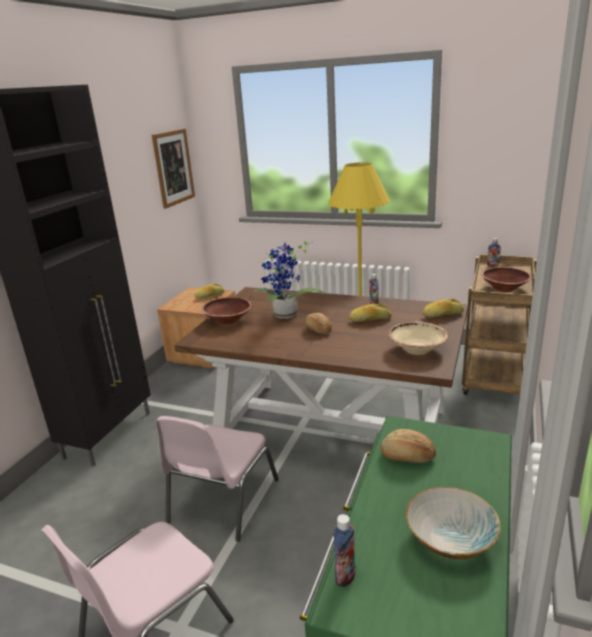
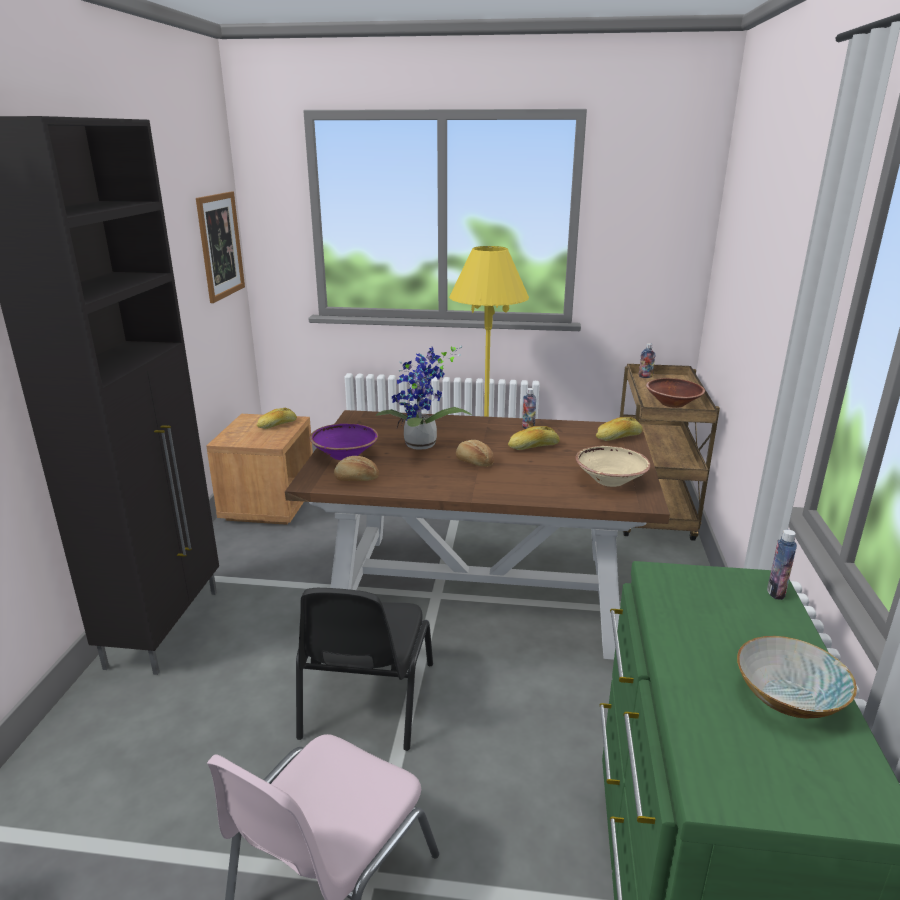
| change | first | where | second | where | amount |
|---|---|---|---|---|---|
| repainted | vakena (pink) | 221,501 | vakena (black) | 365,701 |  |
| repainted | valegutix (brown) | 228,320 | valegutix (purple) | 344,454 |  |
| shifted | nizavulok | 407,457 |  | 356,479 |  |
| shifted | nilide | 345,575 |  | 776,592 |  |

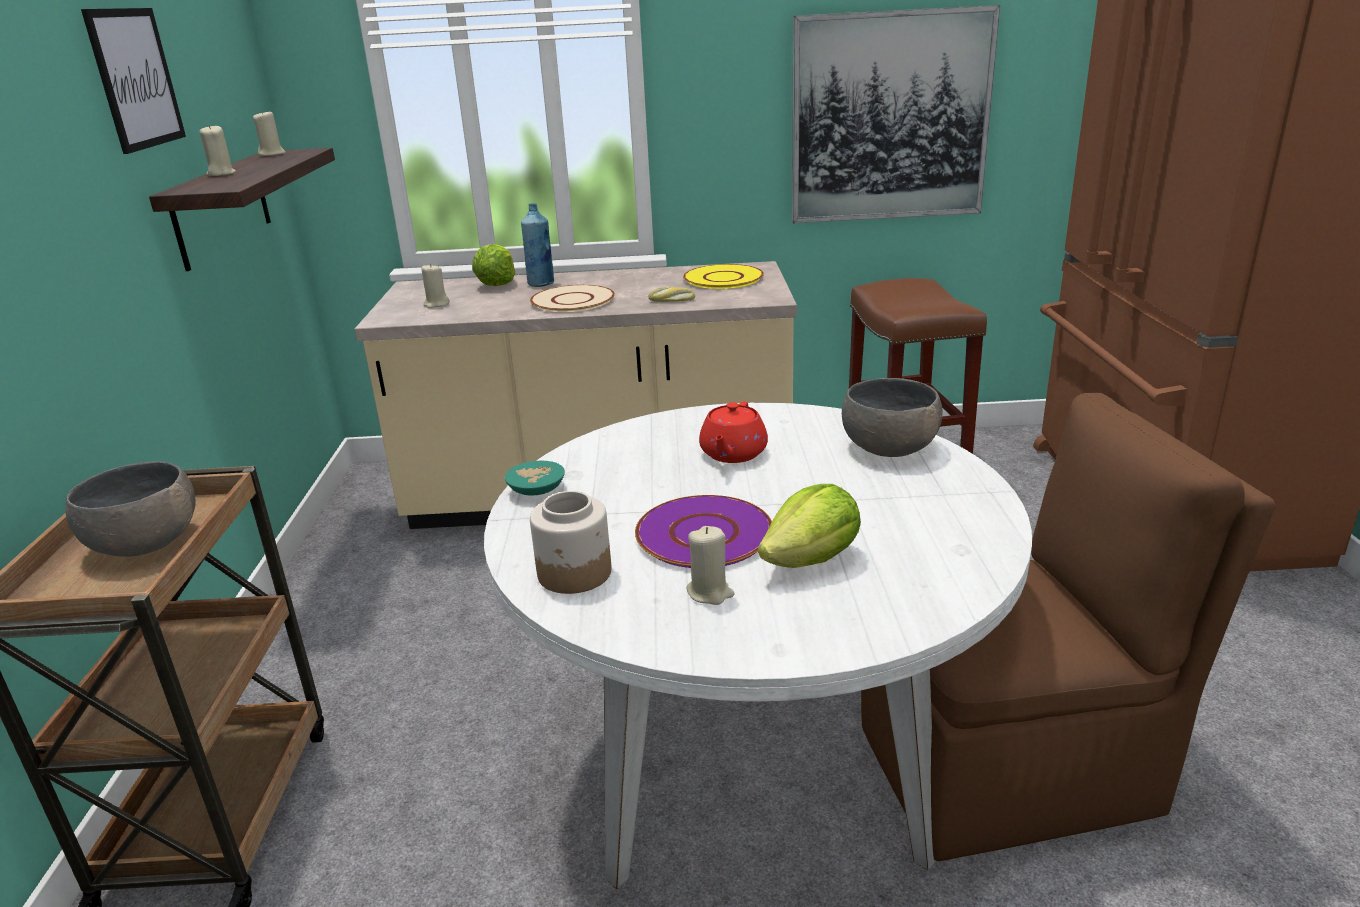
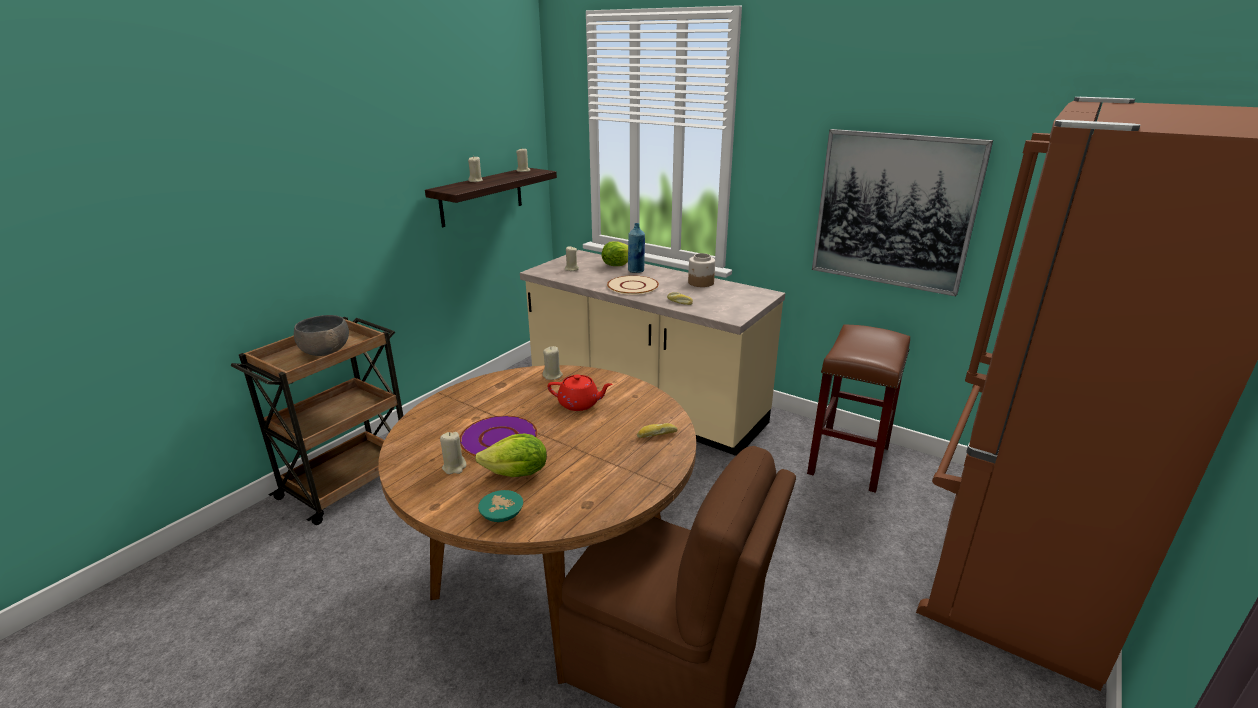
| change | first | where | second | where | amount |
|---|---|---|---|---|---|
| repainted | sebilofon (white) | 755,757 | sebilofon (brown) | 552,579 |  |
| shifted | valegutix (turquoise) | 534,490 |  | 501,513 |  |
| new |  |  | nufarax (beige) | 552,375 |  |
| rotated | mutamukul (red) | 733,454 |  | 579,404 | 135 degrees counterclockwise |
| swapped | valegutix (grey) | 889,448 | nizavulok | 656,434 |  |
| shifted | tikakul | 575,573 |  | 701,283 |  |
| gone | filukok | 135,78 |  |  |  |
| gone | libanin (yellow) | 722,278 |  |  |  |

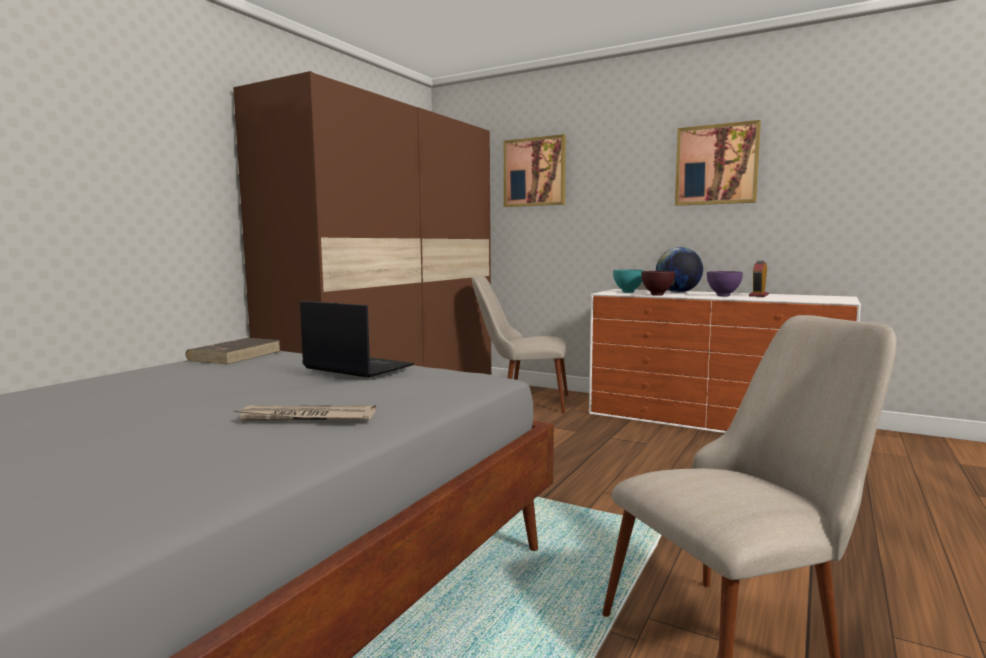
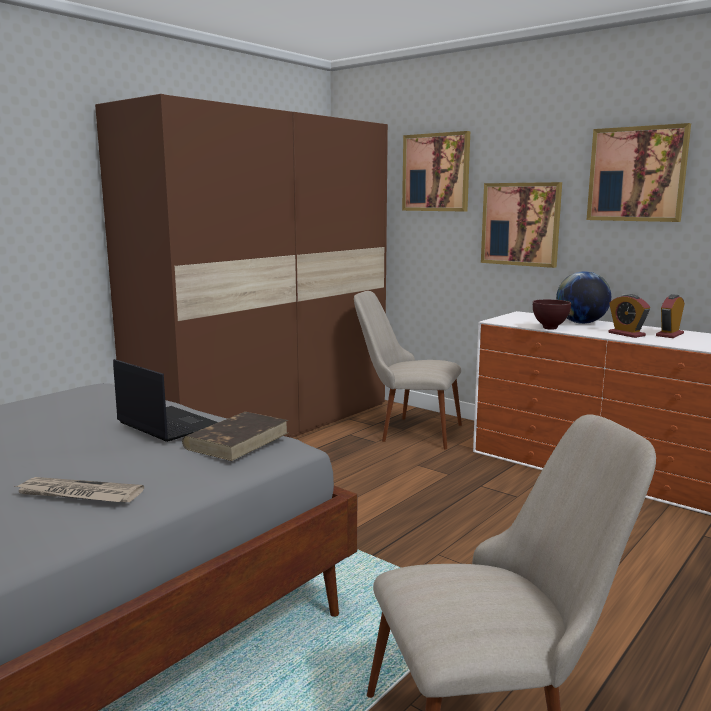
| change | first | where | second | where | amount |
|---|---|---|---|---|---|
| shifted | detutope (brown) | 236,355 |  | 237,440 |  |
| new |  |  | filukok | 520,224 |  |
| swapped | valegutix (purple) | 724,296 | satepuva | 626,334 |  |
| gone | valegutix (turquoise) | 628,292 |  |  |  |

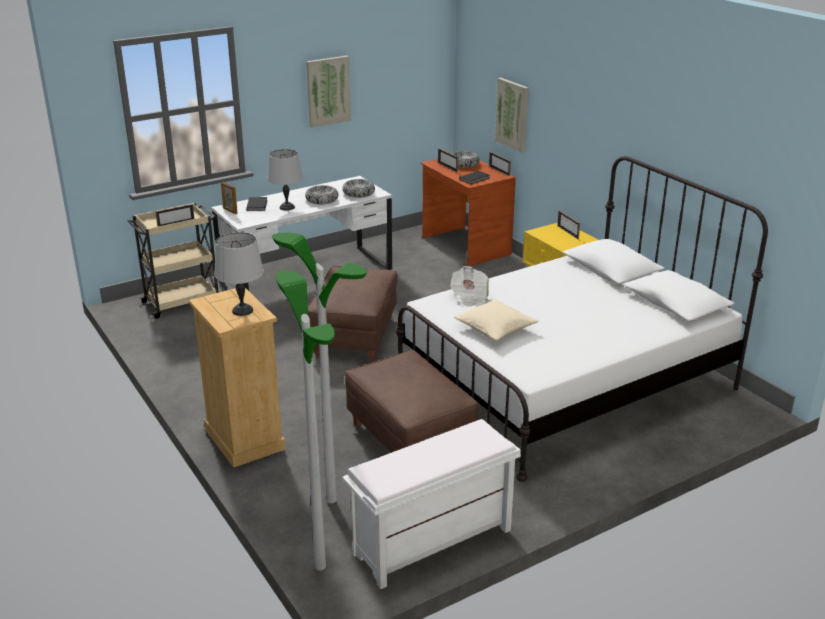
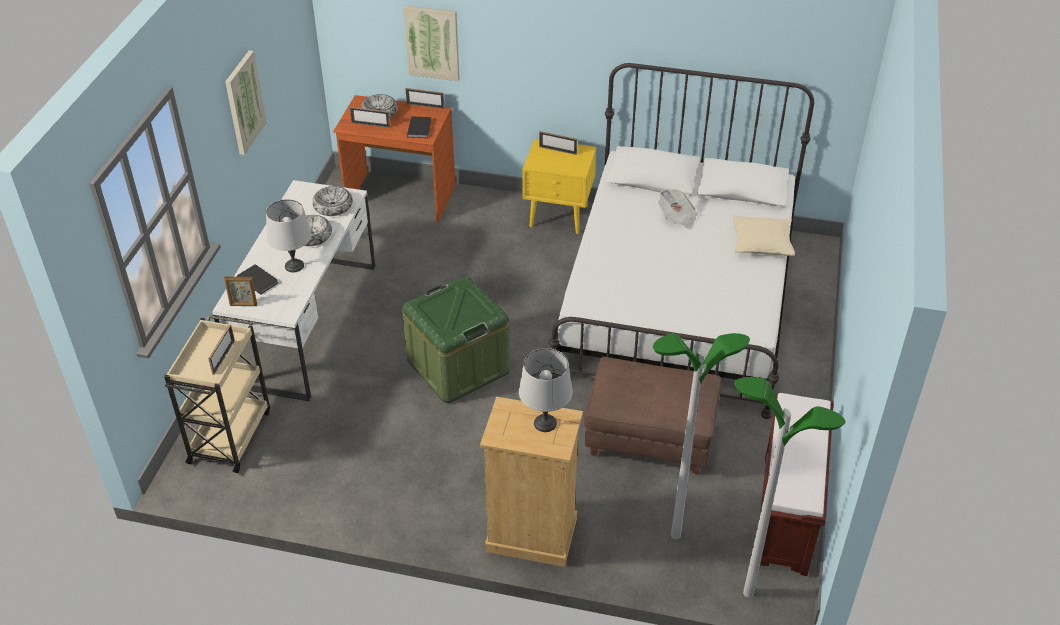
| change | first | where | second | where | amount |
|---|---|---|---|---|---|
| swapped | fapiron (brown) | 354,336 | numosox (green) | 458,366 |  |
| shifted | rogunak | 469,297 |  | 677,218 |  |
| shifted | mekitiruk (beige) | 495,329 |  | 762,243 |  |
| repainted | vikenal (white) | 431,543 | vikenal (brown) | 786,514 |  |

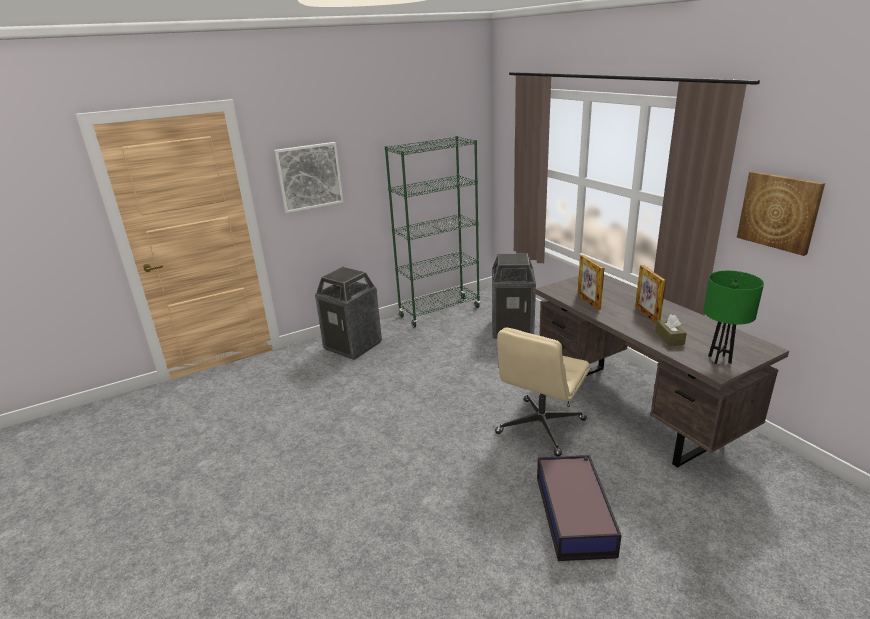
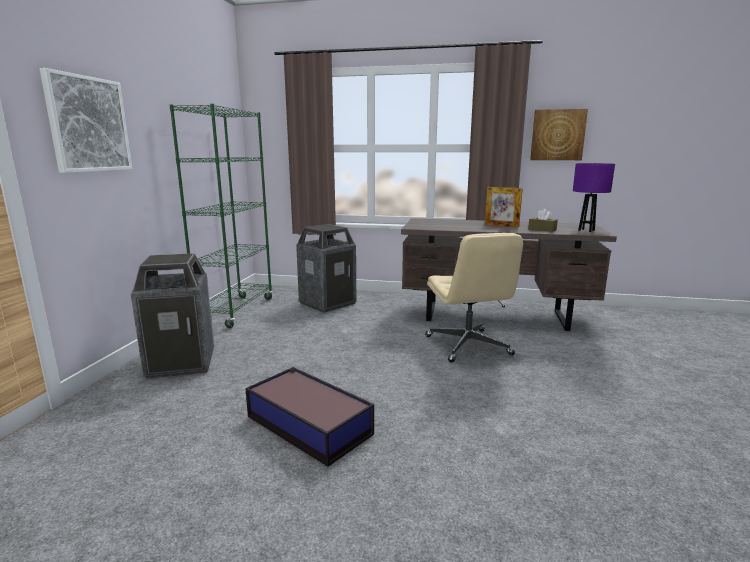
| change | first | where | second | where | amount |
|---|---|---|---|---|---|
| shifted | numosox | 574,513 |  | 308,424 |  |
| repainted | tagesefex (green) | 719,359 | tagesefex (purple) | 586,230 |  |
| gone | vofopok | 588,301 |  |  |  |

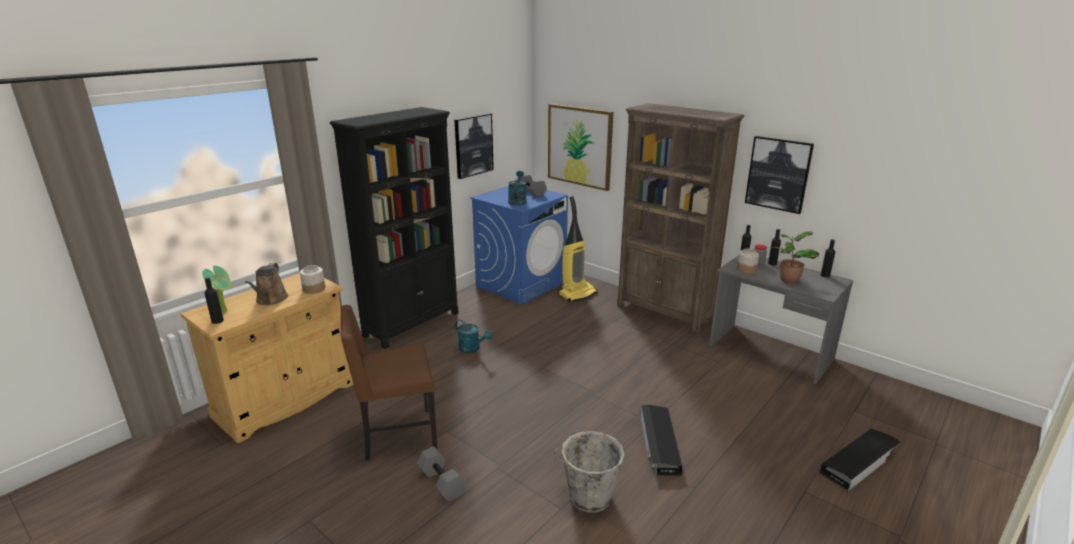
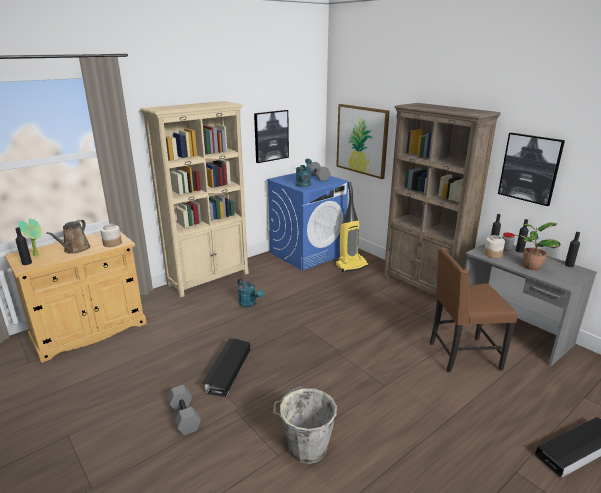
| change | first | where | second | where | amount |
|---|---|---|---|---|---|
| repainted | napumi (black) | 412,324 | napumi (beige) | 209,279 |  |
| shifted | numosox (black) | 659,444 |  | 227,370 |  |
| shifted | vakena (brown) | 397,435 |  | 462,355 |  |

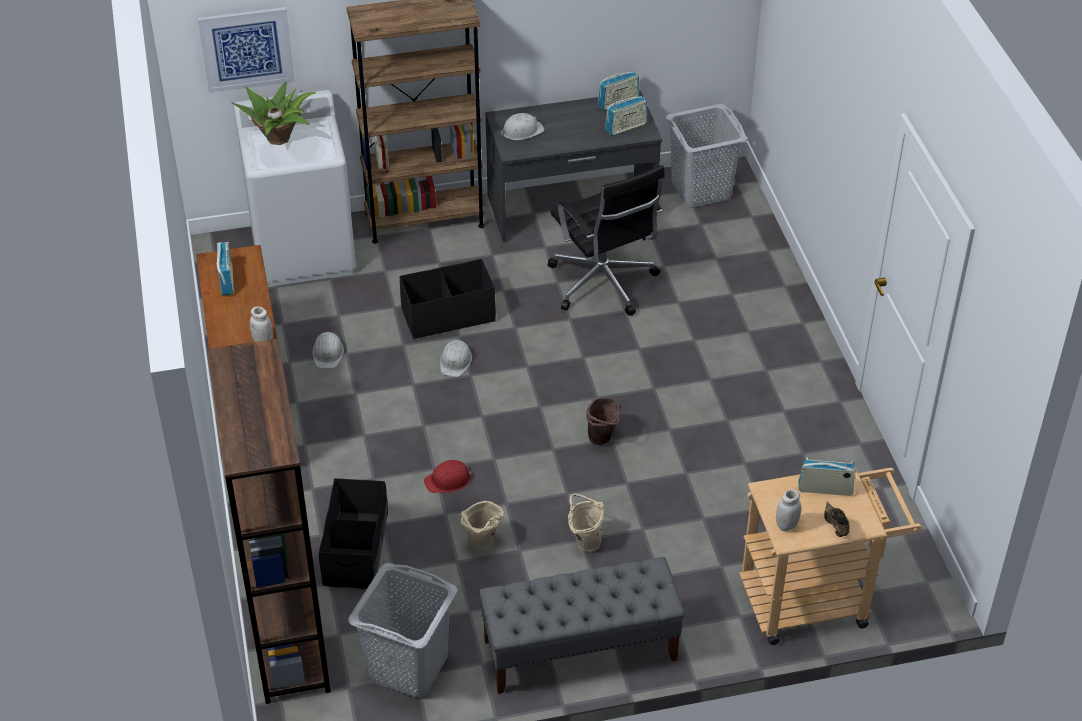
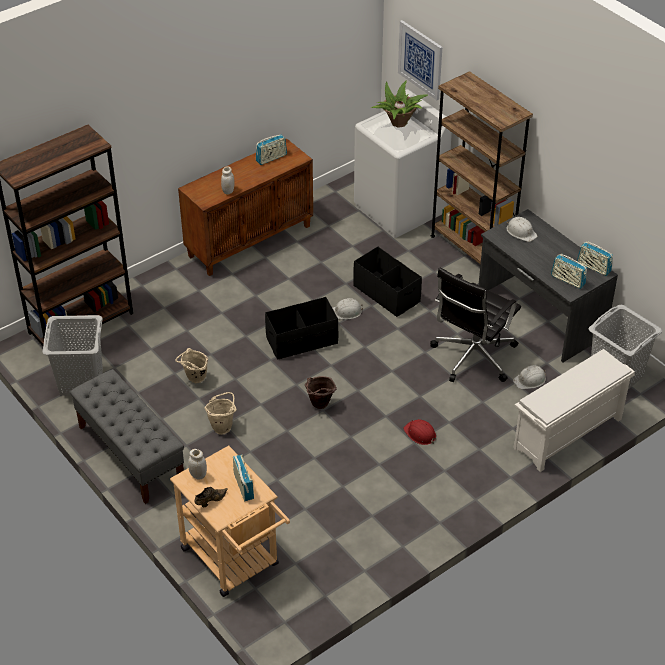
| change | first | where | second | where | amount |
|---|---|---|---|---|---|
| shifted | numosox (black) | 356,550 |  | 302,340 |  |
| shifted | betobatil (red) | 448,480 |  | 420,434 |  |
| new |  |  | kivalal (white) | 567,435 |  |
| shifted | betobatil (white) | 328,353 |  | 530,380 |  |

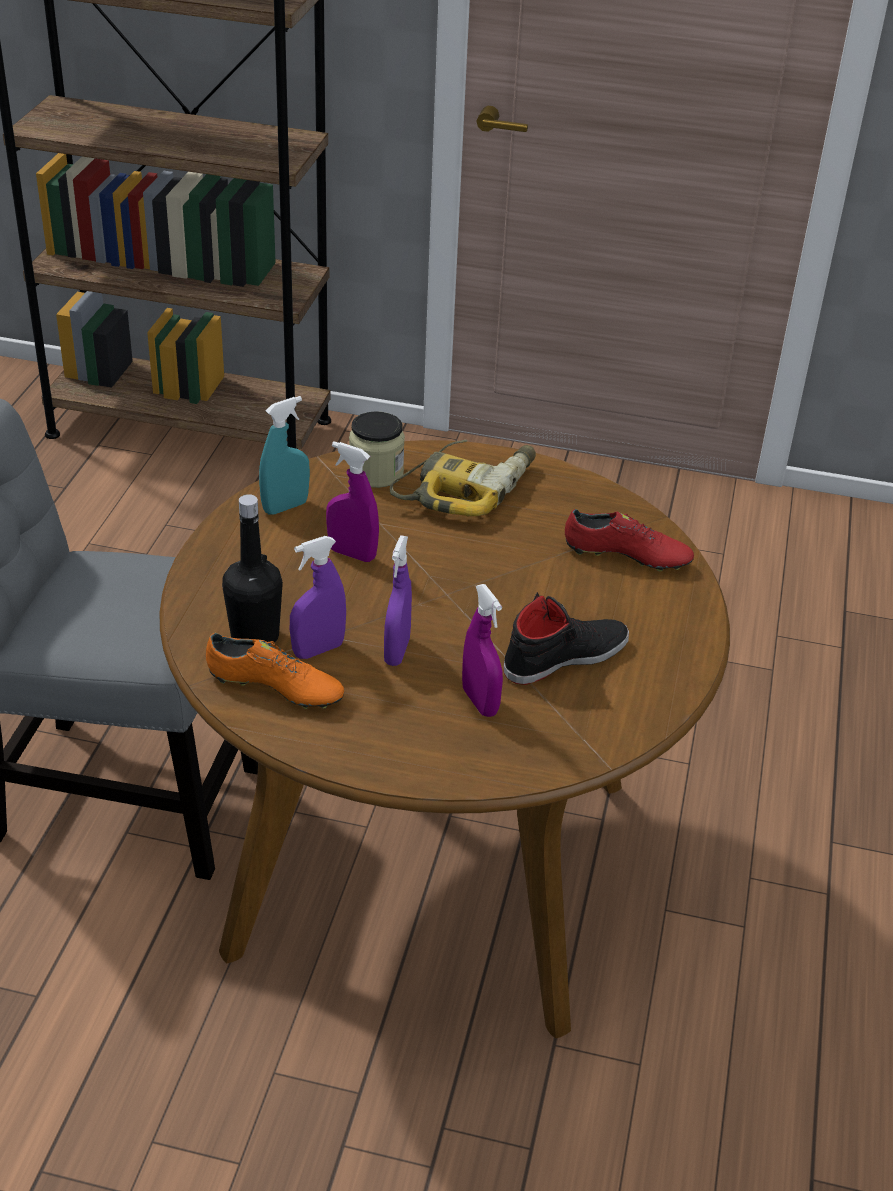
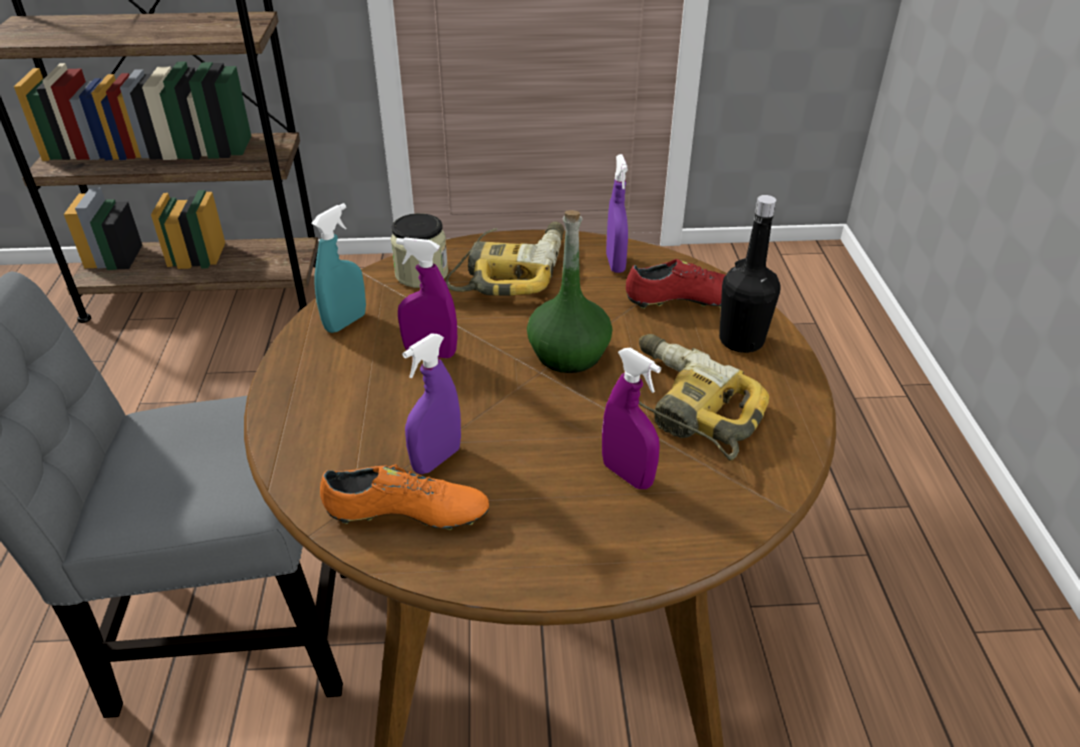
| change | first | where | second | where | amount |
|---|---|---|---|---|---|
| new |  |  | nilide (green) | 568,354 |  |
| shifted | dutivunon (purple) | 397,651 |  | 615,263 |  |
| swapped | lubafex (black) | 564,656 | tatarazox | 683,407 |  |
| shifted | nilide (black) | 255,636 |  | 741,340 |  |

